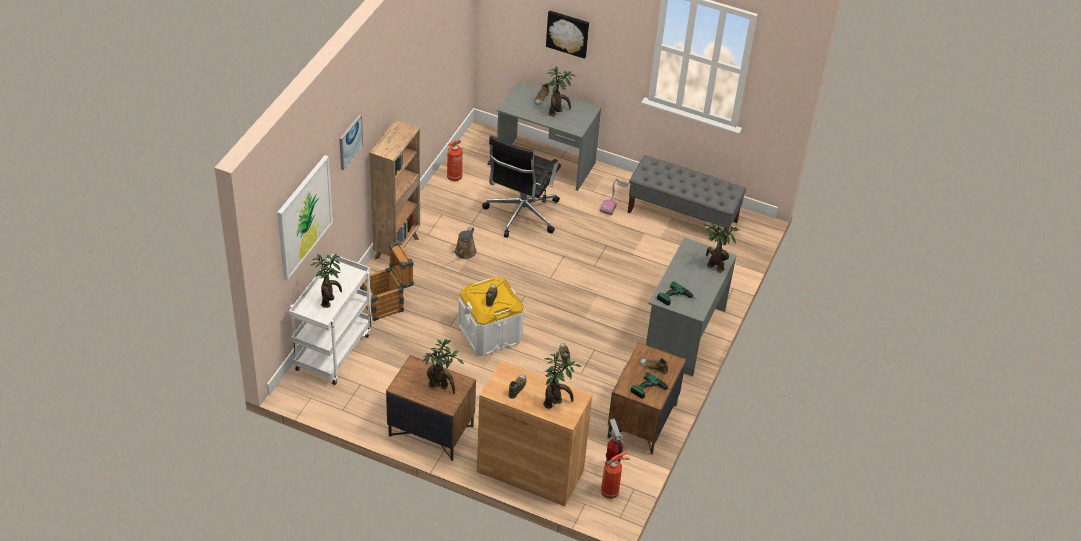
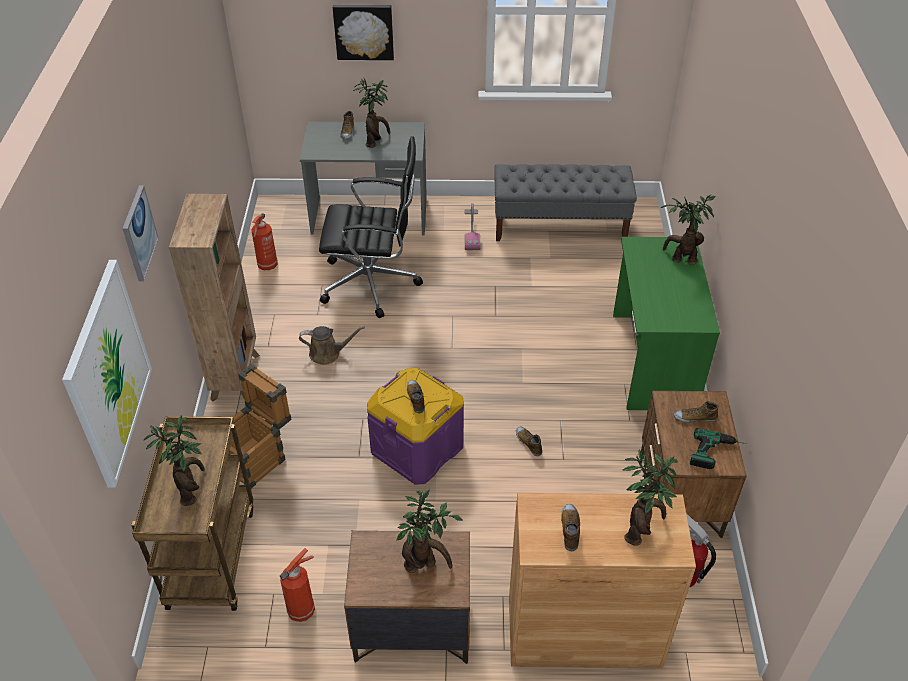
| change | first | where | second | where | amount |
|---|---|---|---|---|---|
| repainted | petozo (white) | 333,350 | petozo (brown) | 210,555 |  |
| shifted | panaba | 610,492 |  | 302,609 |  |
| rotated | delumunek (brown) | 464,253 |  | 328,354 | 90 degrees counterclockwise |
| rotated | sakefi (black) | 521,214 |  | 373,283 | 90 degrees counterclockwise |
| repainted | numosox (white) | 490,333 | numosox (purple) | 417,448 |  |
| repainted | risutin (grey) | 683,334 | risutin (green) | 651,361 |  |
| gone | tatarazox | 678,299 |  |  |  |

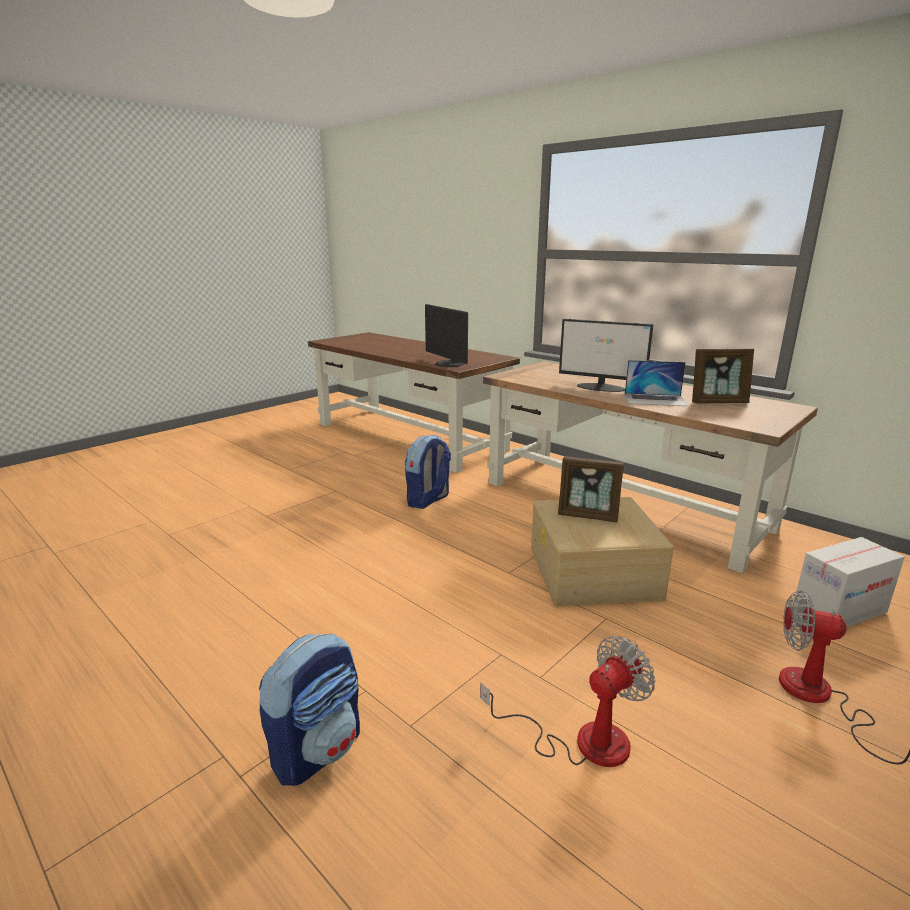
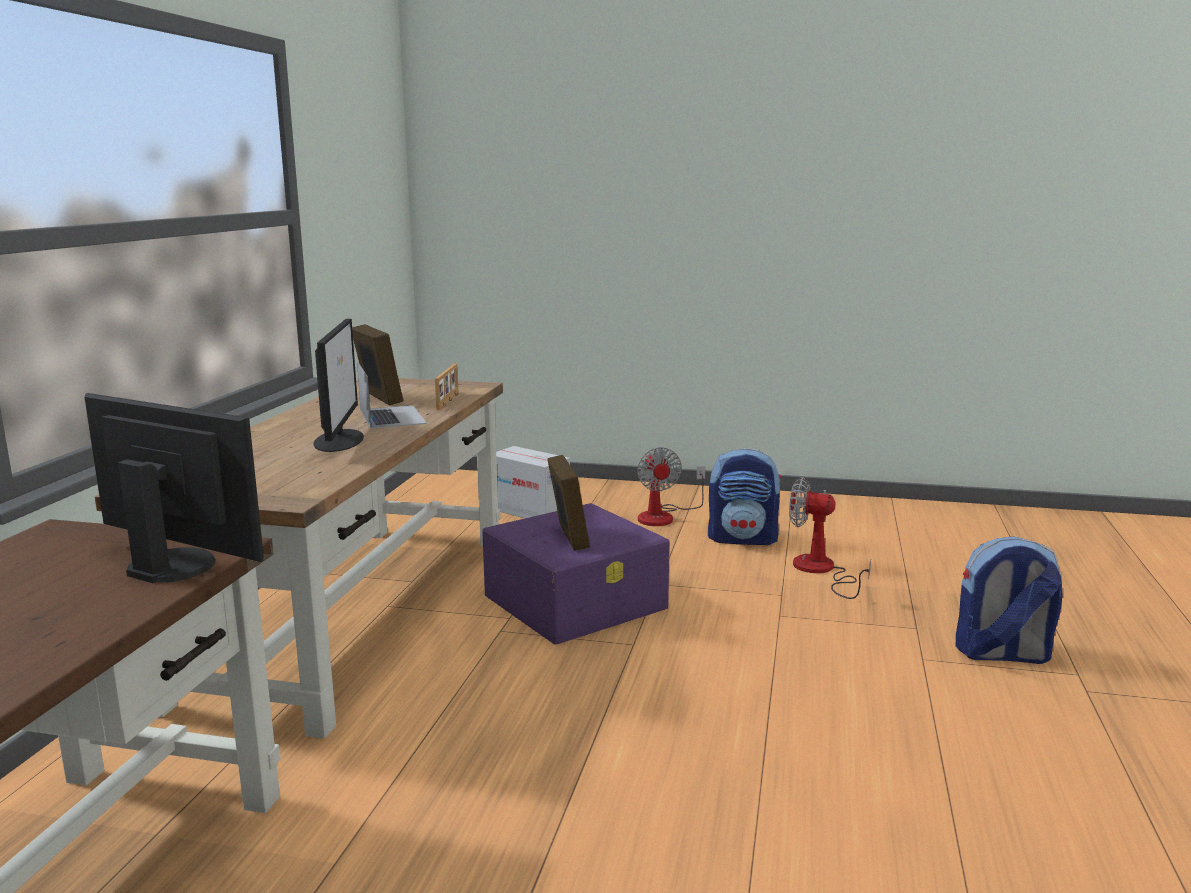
| change | first | where | second | where | amount |
|---|---|---|---|---|---|
| rotated | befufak | 448,364 |  | 175,565 | 90 degrees counterclockwise |
| new |  |  | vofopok | 449,400 |  |
| repainted | numosox (beige) | 593,572 | numosox (purple) | 576,601 |  |
| shifted | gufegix | 428,500 |  | 743,539 |  |

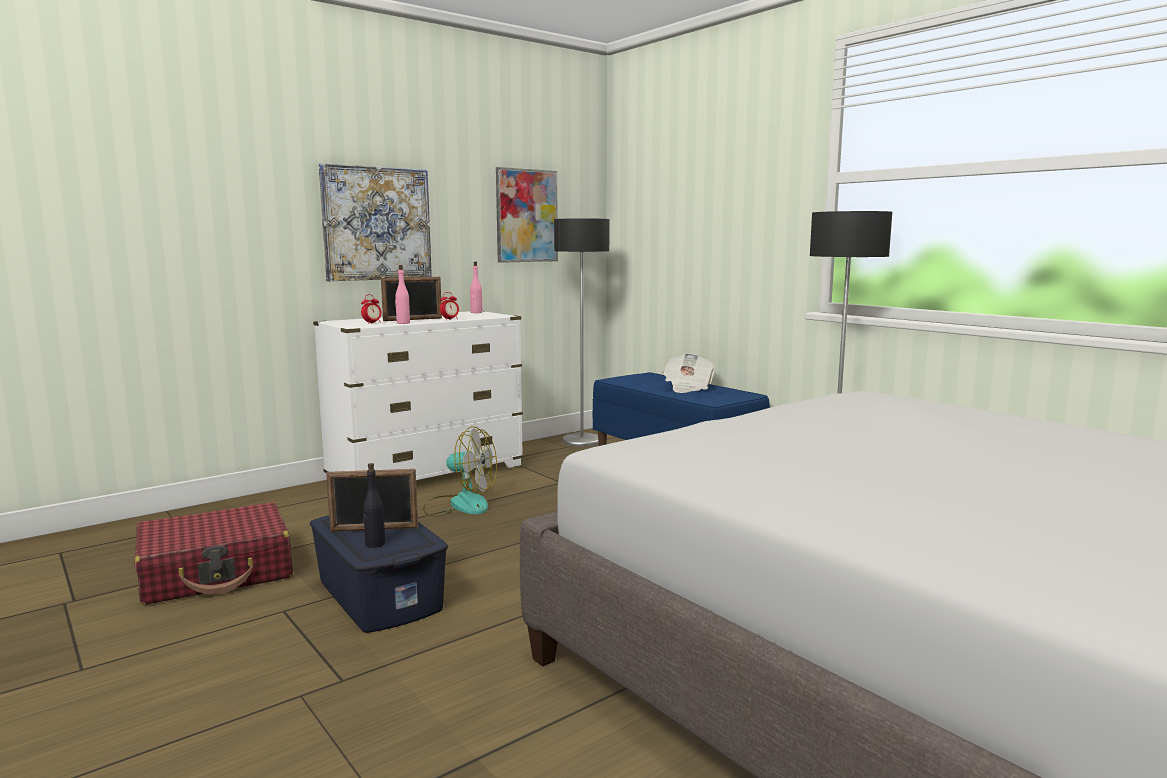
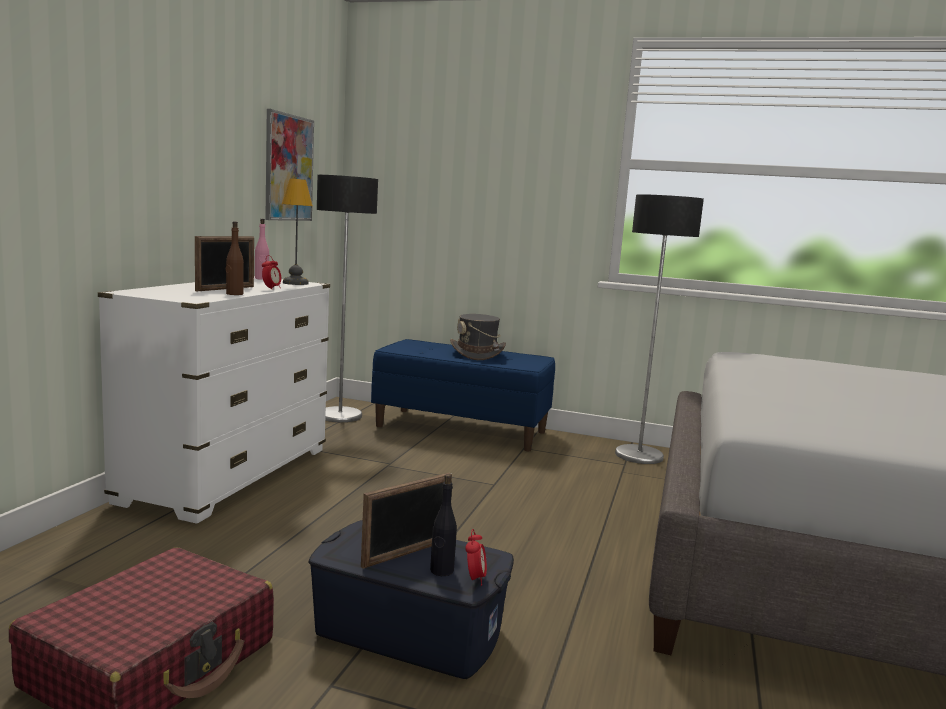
| change | first | where | second | where | amount |
|---|---|---|---|---|---|
| repainted | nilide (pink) | 403,323 | nilide (brown) | 234,294 |  |
| new |  |  | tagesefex | 296,283 |  |
| swapped | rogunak | 687,388 | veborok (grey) | 477,354 |  |
| shifted | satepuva | 372,323 |  | 475,579 |  |
| gone | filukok | 376,223 |  |  |  |
| gone | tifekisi | 459,504 |  |  |  |

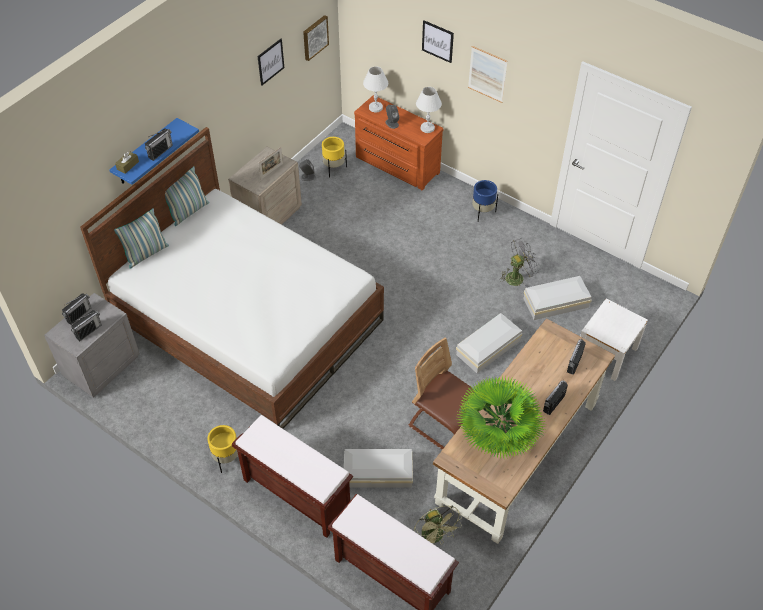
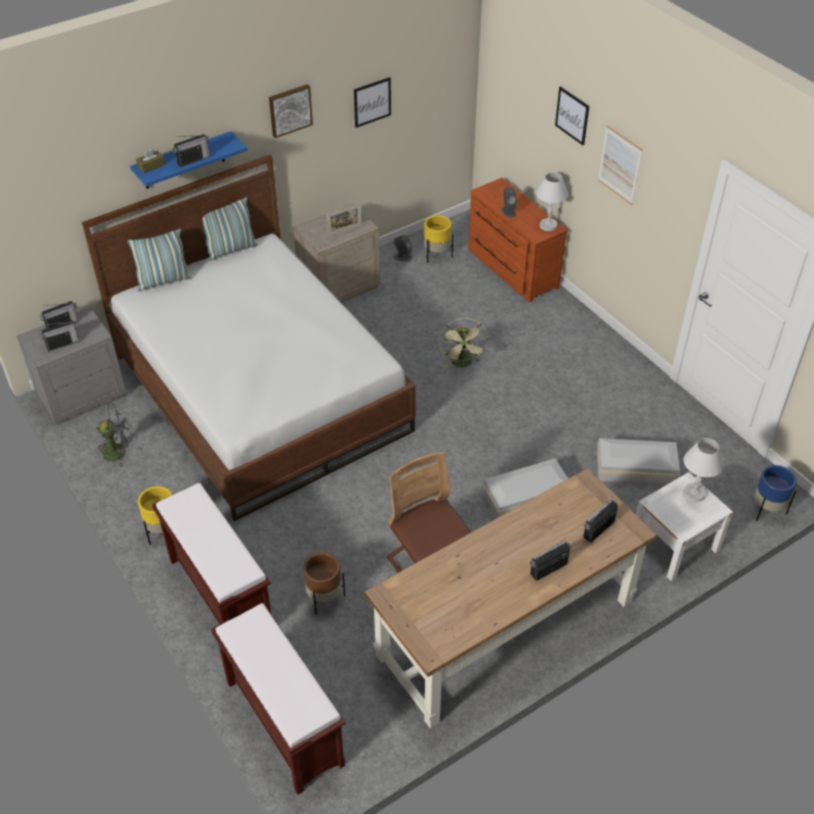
| change | first | where | second | where | amount |
|---|---|---|---|---|---|
| shifted | tifekisi (grey) | 517,277 |  | 119,451 |  |
| shifted | filukok | 314,37 |  | 289,110 |  |
| swapped | numosox (white) | 377,472 | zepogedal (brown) | 324,598 |  |
| shifted | tifekisi (green) | 435,537 |  | 463,363 |  |
| shifted | tagesefex (white) | 375,107 |  | 694,493 |  |
| shifted | zepogedal (blue) | 482,212 |  | 766,510 |  |
| gone | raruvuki | 497,439 |  |  |  |

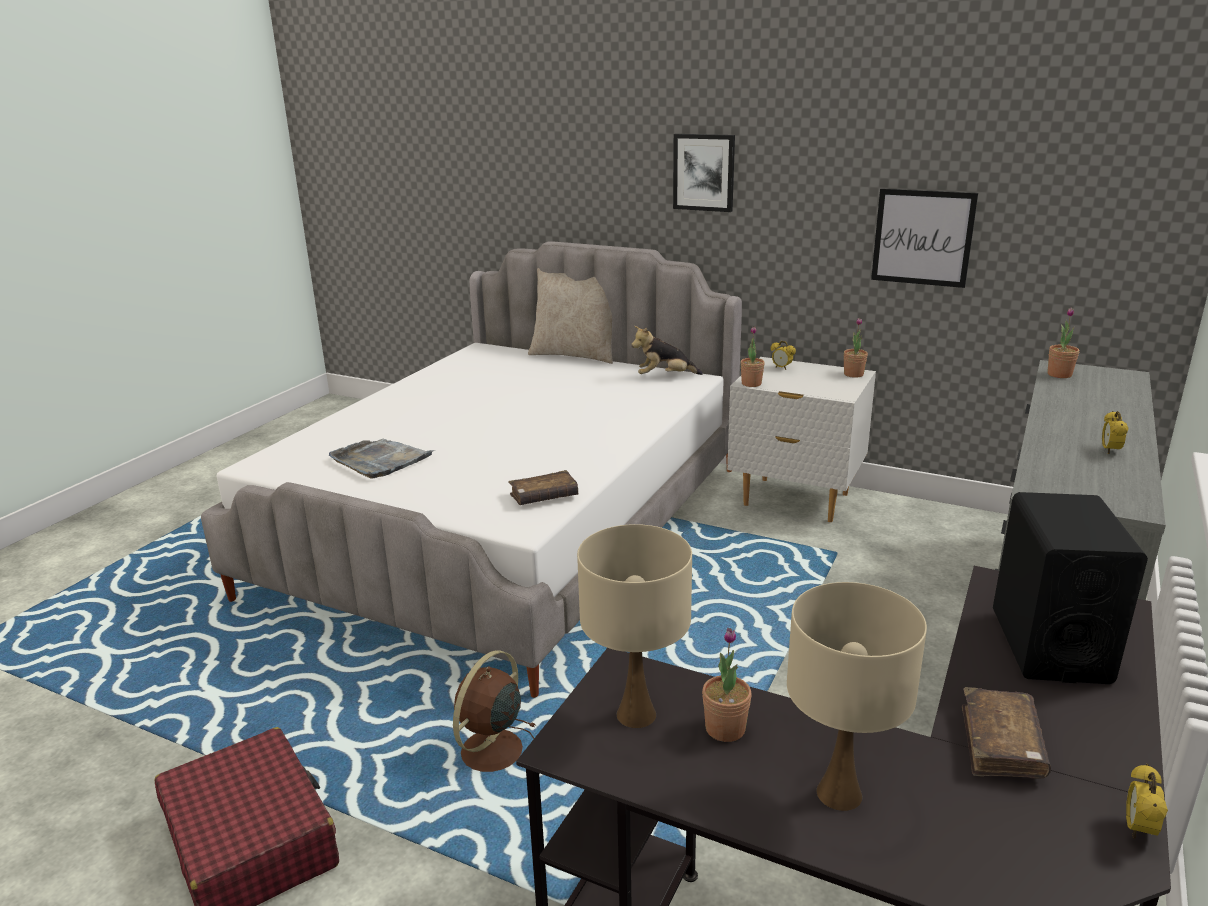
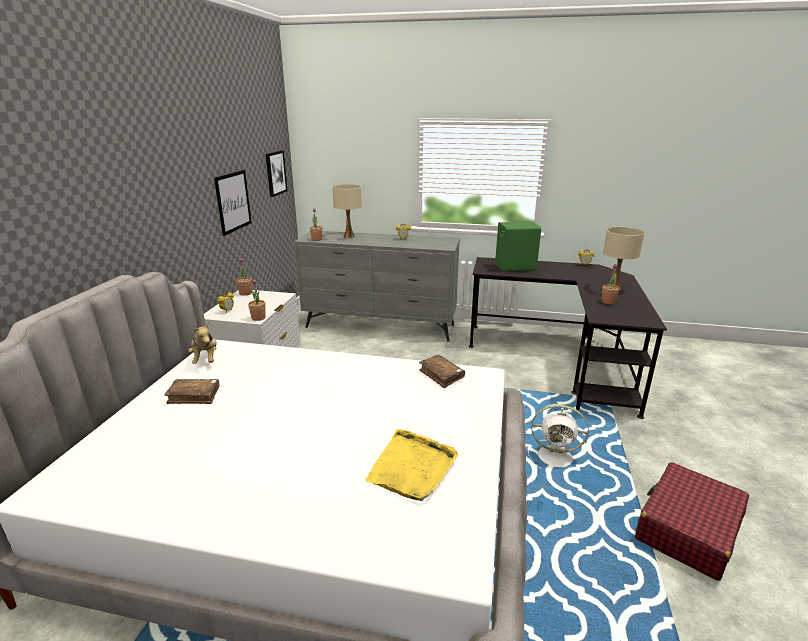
| change | first | where | second | where | amount |
|---|---|---|---|---|---|
| shifted | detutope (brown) | 1001,745 |  | 194,396 |  |
| shifted | filukok | 704,172 |  | 275,173 |  |
| shifted | tagesefex (beige) | 635,714 |  | 349,236 |  |
| repainted | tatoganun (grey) | 380,460 | tatoganun (yellow) | 412,467 |  |
| repainted | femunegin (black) | 1049,645 | femunegin (green) | 515,267 |  |
| repainted | tifekisi (brown) | 490,753 | tifekisi (white) | 557,457 |  |
| gone | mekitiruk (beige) | 575,355 |  |  |  |

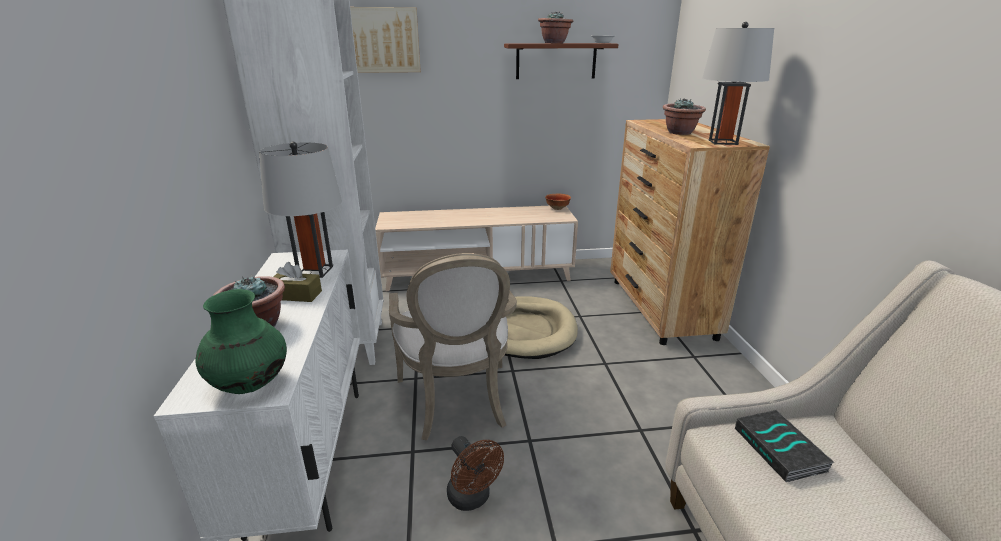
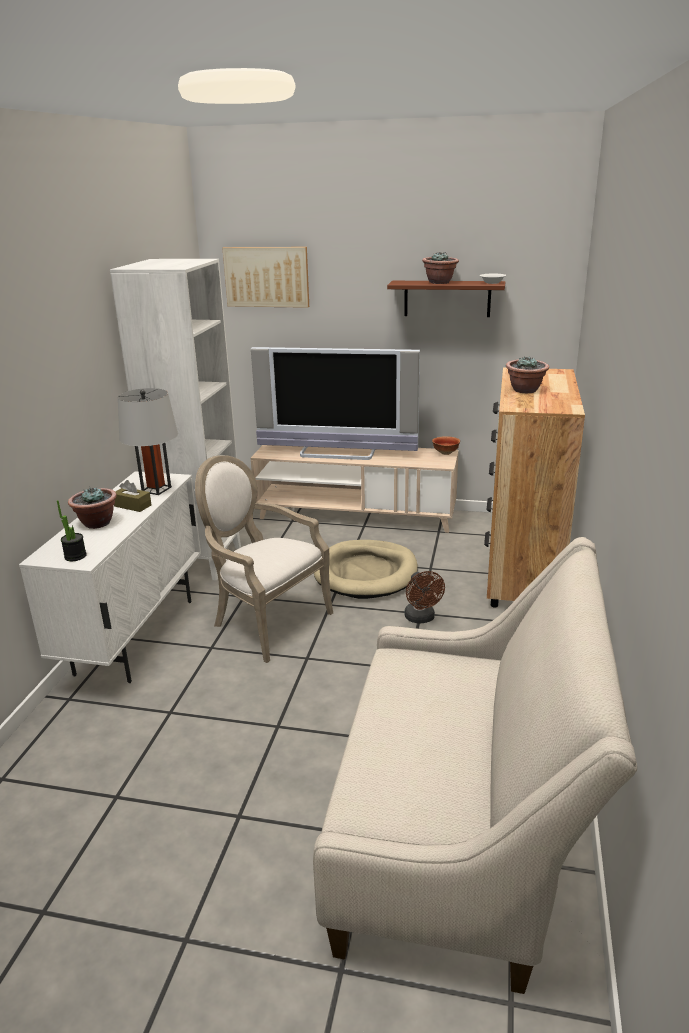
| change | first | where | second | where | amount |
|---|---|---|---|---|---|
| swapped | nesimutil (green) | 250,384 | raruvuki | 75,556 |  |
| rotated | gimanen | 457,404 |  | 266,621 | 120 degrees clockwise |
| new |  |  | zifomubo | 338,453 |  |
| shifted | tifekisi (brown) | 472,498 |  | 421,618 |  |
| gone | tagesefex (grey) | 723,142 |  |  |  |
| gone | detutope | 781,450 |  |  |  |

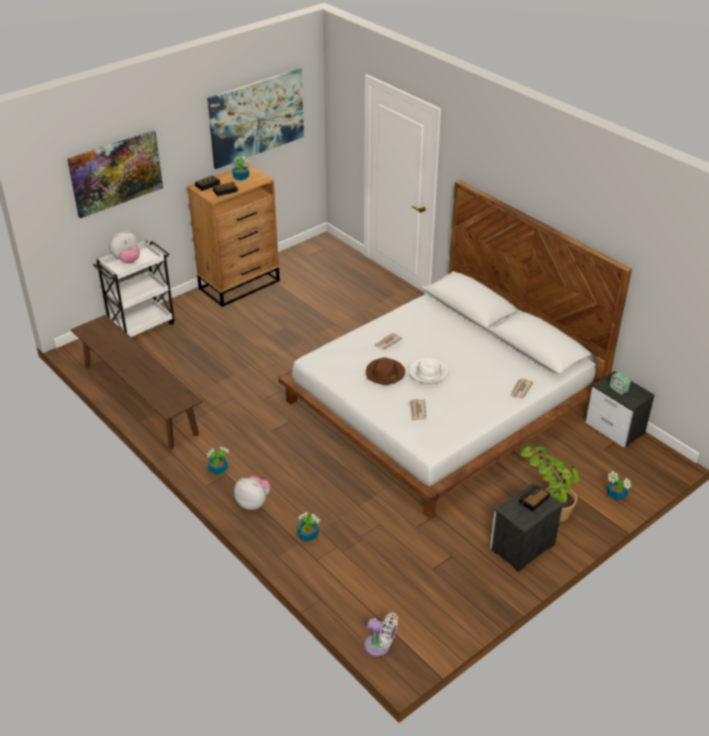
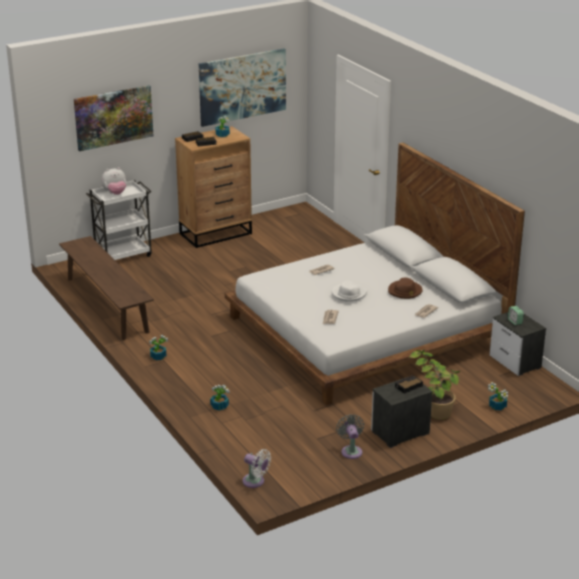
| change | first | where | second | where | amount |
|---|---|---|---|---|---|
| new |  |  | tifekisi (grey) | 351,451 |  |
| shifted | veborok (brown) | 385,373 |  | 405,291 |  |
| gone | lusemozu | 253,503 |  |  |  |

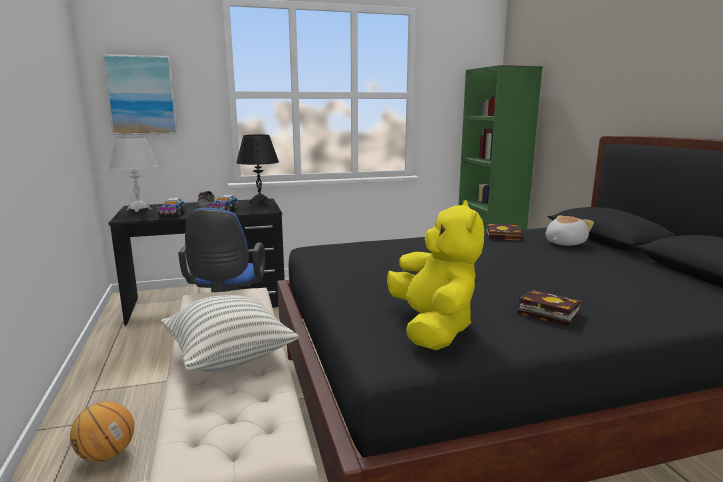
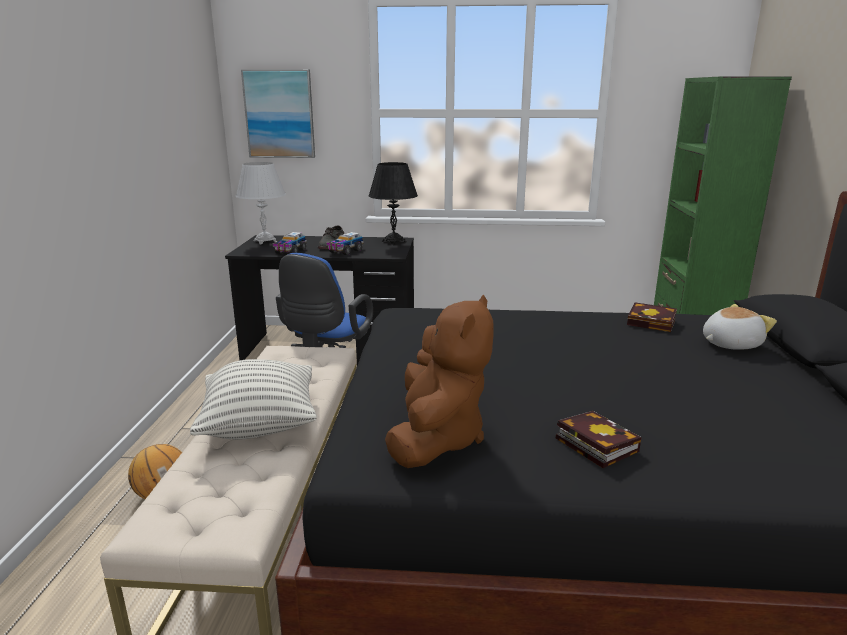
| change | first | where | second | where | amount |
|---|---|---|---|---|---|
| repainted | lusemozu (yellow) | 433,328 | lusemozu (brown) | 437,438 |  |

